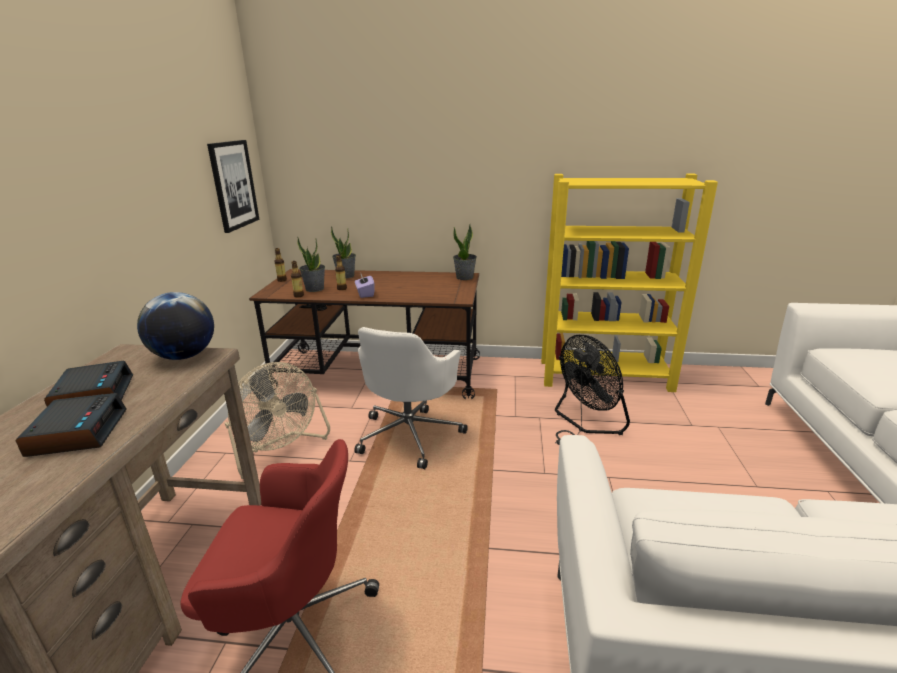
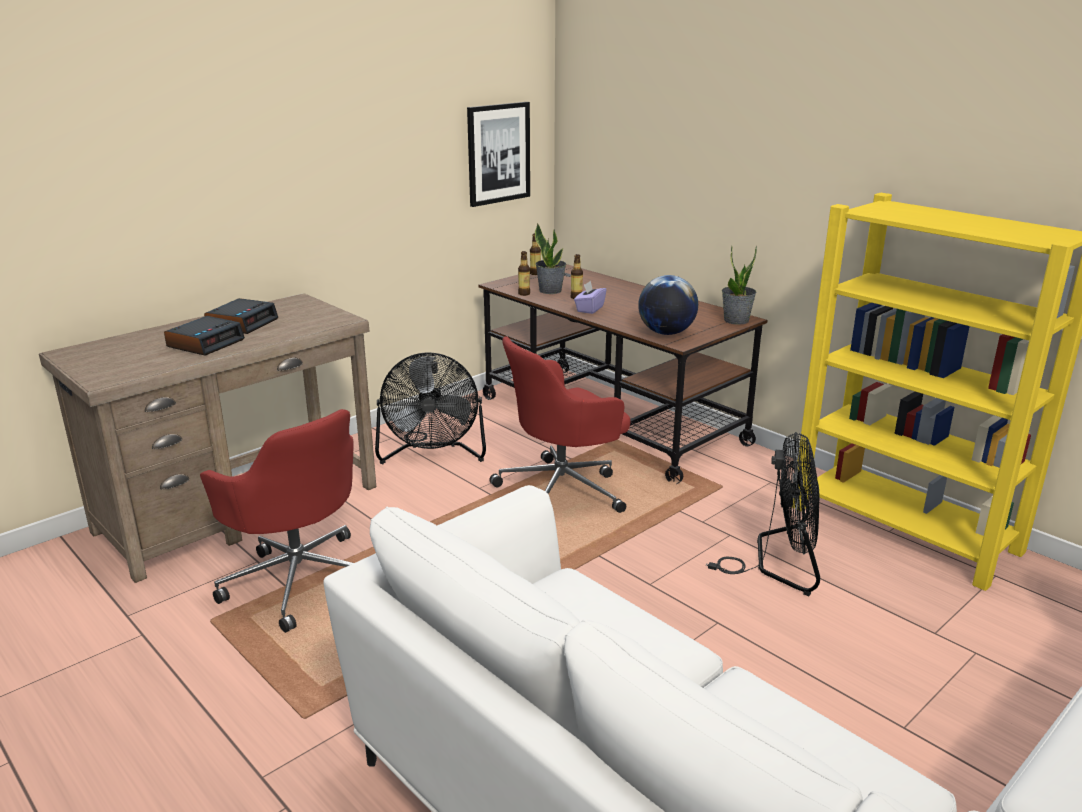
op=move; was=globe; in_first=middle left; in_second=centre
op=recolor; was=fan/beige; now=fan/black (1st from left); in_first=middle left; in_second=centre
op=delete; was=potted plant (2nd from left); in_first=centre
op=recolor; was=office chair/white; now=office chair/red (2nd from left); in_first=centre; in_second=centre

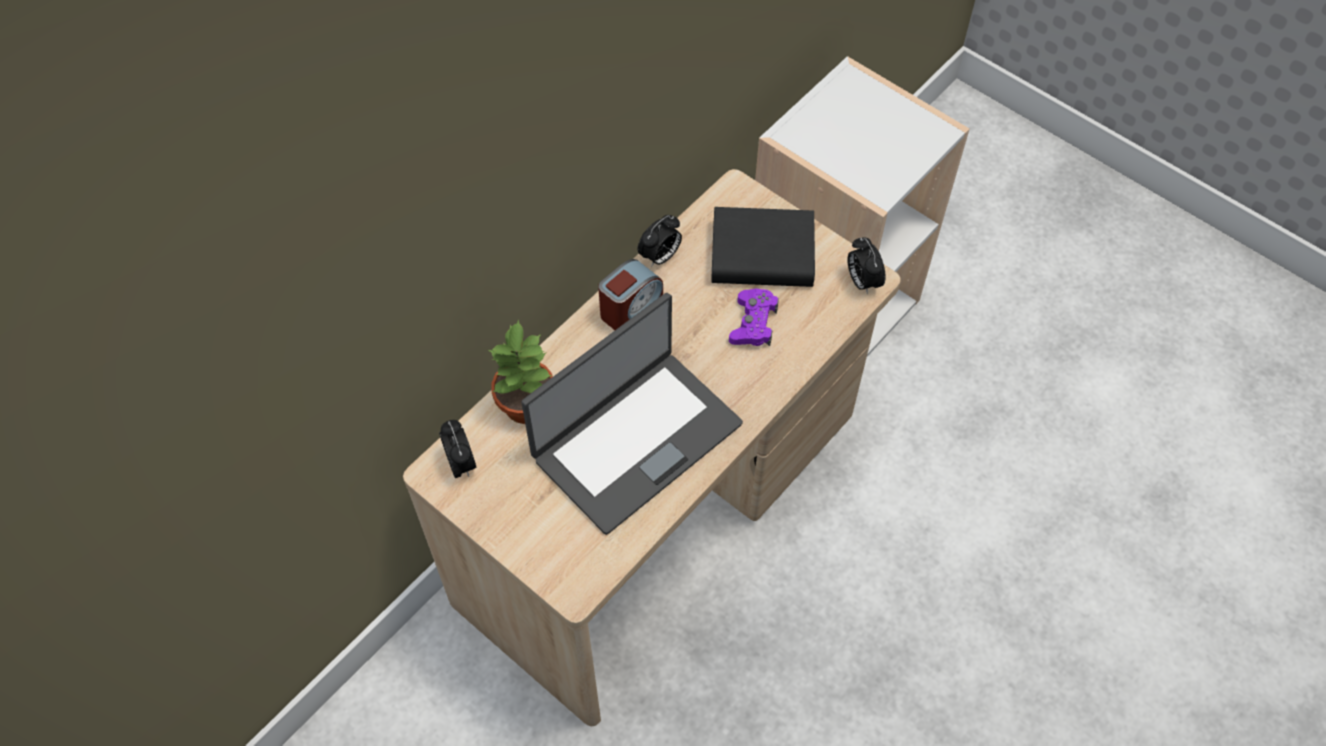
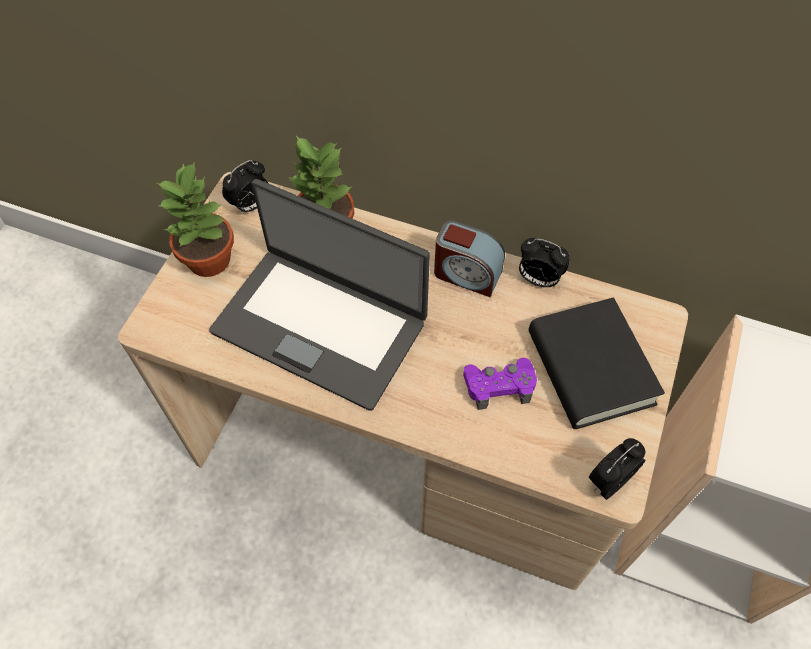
op=insert; now=potted plant (1st from left); in_second=middle left

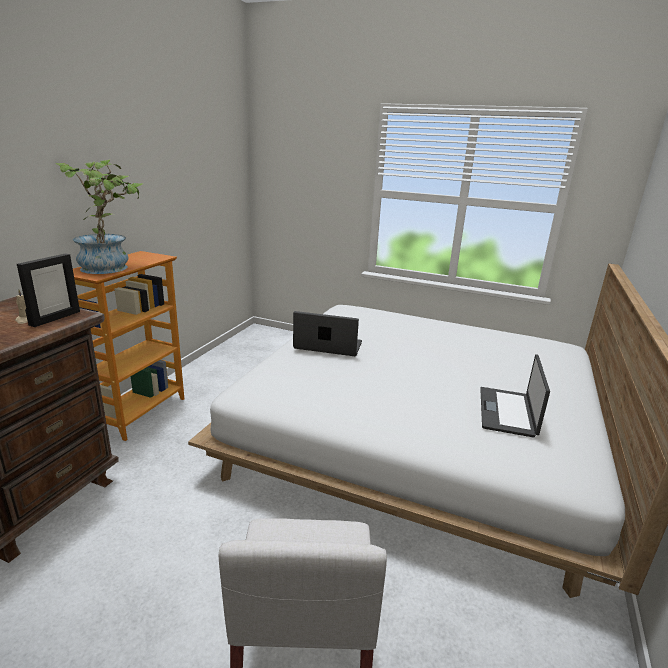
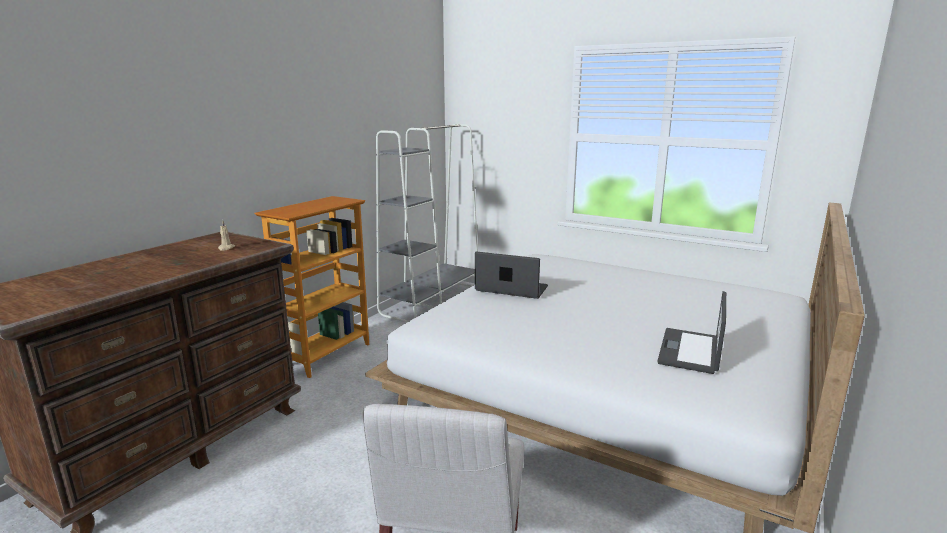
op=delete; was=picture frame; in_first=middle left
op=delete; was=potted plant; in_first=top left
op=insert; now=clothes rack/grey; in_second=centre

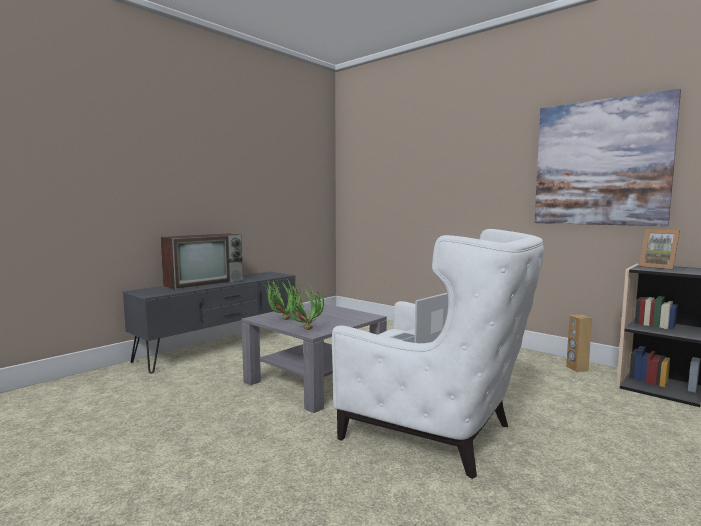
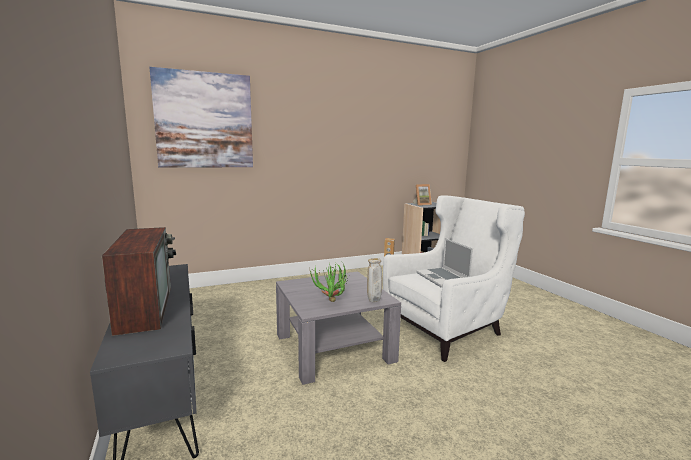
op=replace; was=potted plant (2nd from left); now=vase/beige; in_first=centre; in_second=centre
op=move; was=picture; in_first=top right; in_second=top left

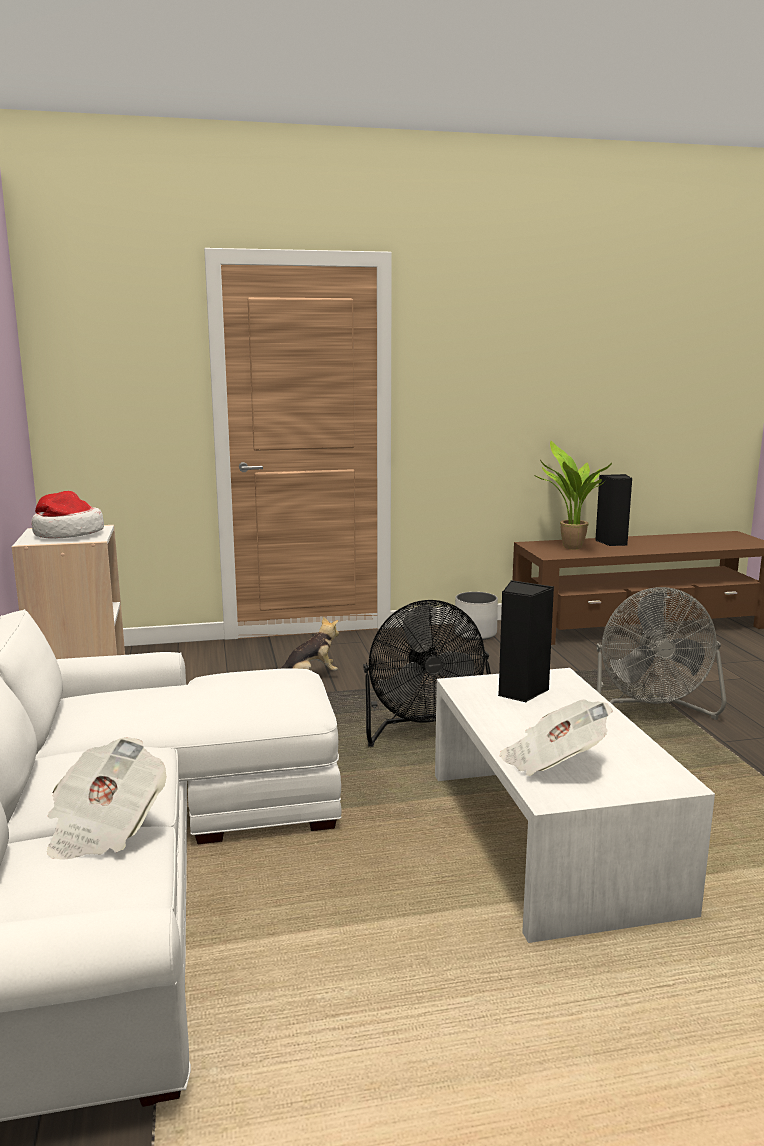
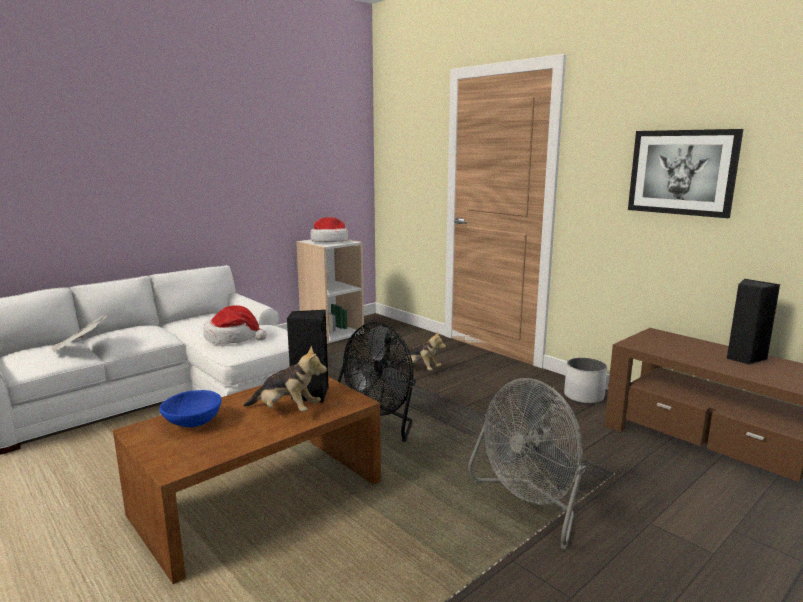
op=recolor; was=coffee table/white; now=coffee table/brown; in_first=bottom right; in_second=bottom left
op=replace; was=newspaper (2nd from left); now=bowl/blue; in_first=middle right; in_second=bottom left
op=delete; was=potted plant; in_first=middle right
op=insert; now=hat (1st from left); in_second=middle left
op=insert; now=plush toy (1st from left); in_second=centre
op=insert; now=picture; in_second=top right

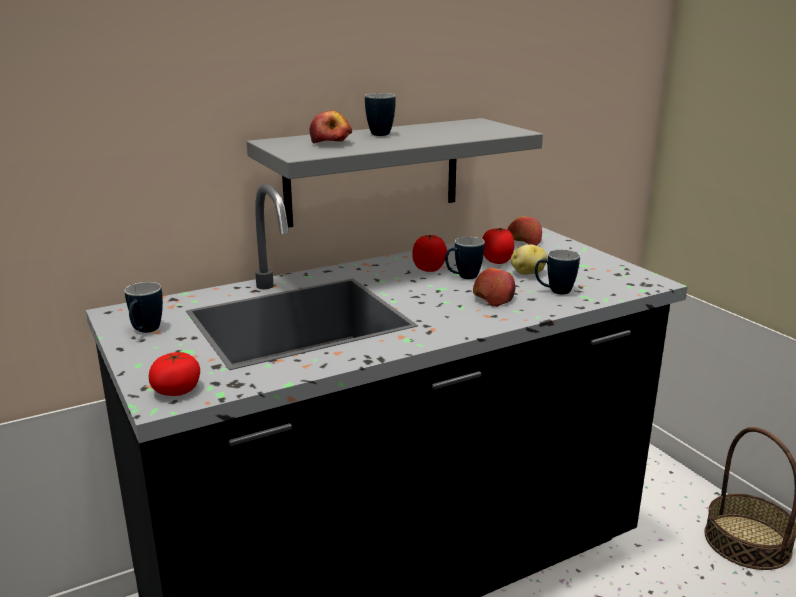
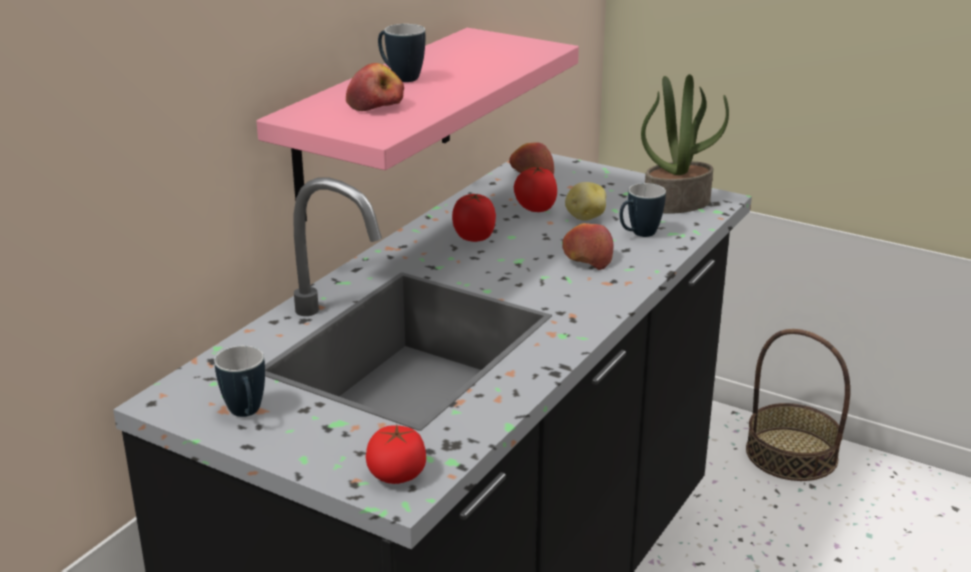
op=recolor; was=shelf/grey; now=shelf/pink; in_first=top centre; in_second=top centre
op=delete; was=mug (3rd from left); in_first=centre
op=insert; now=potted plant; in_second=top right

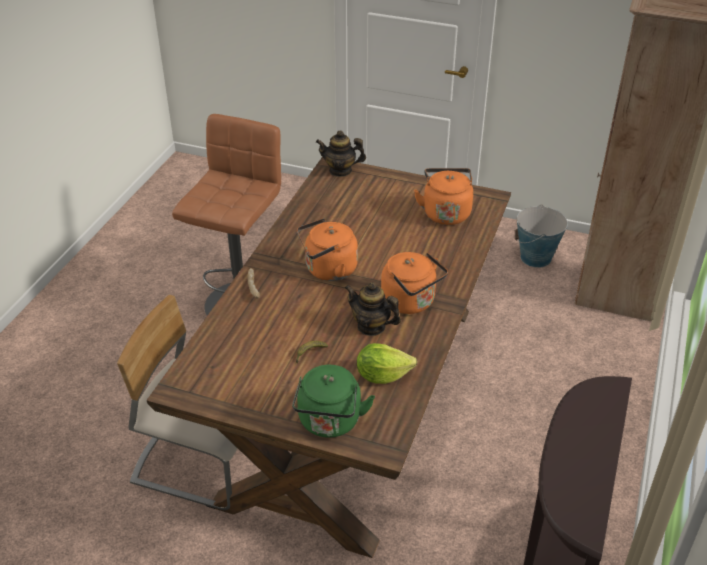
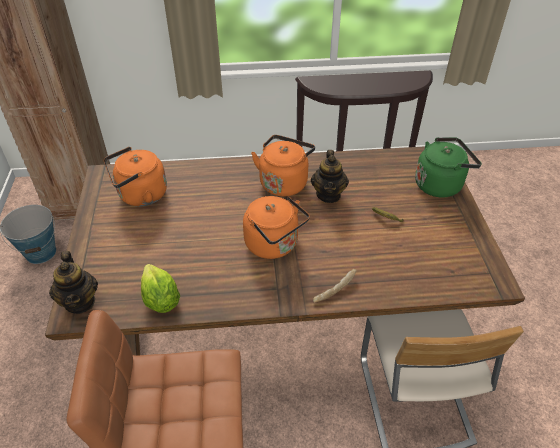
op=move; was=lettuce; in_first=centre; in_second=middle left

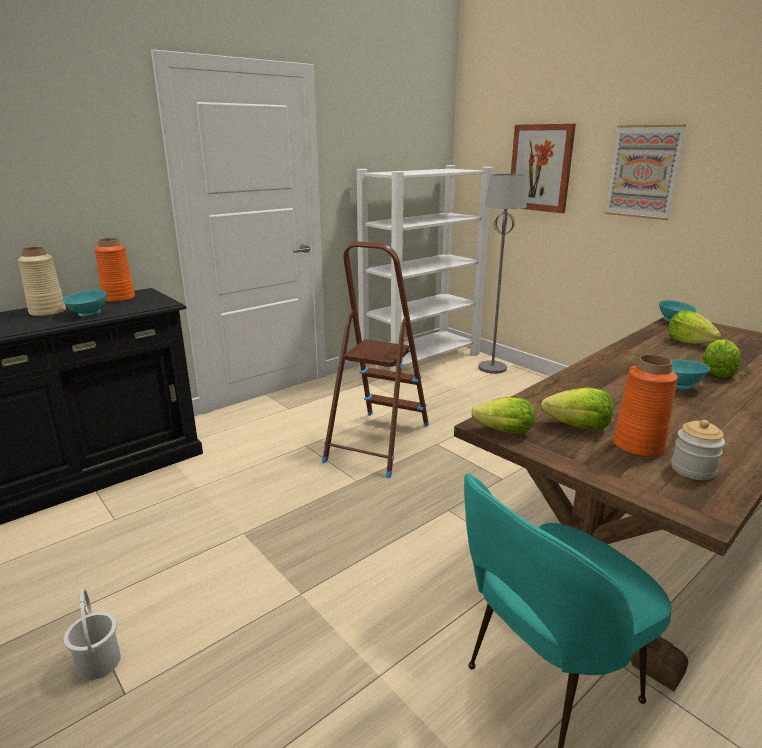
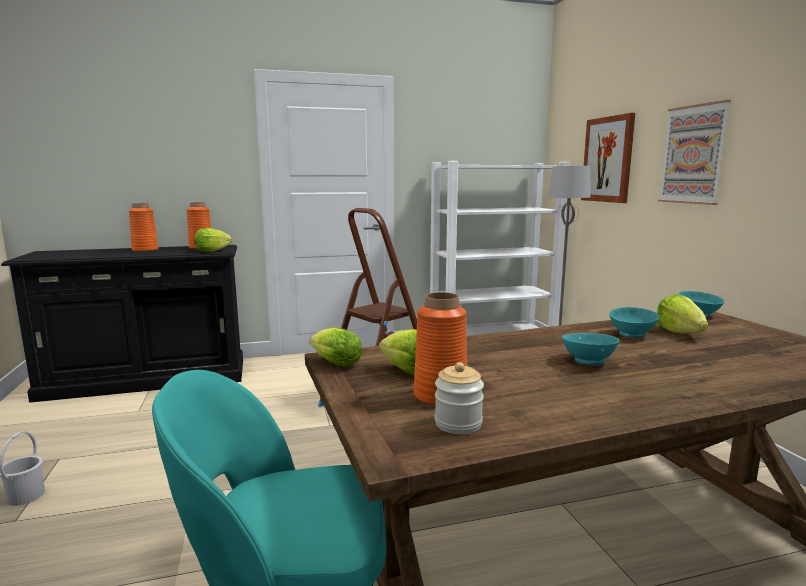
op=recolor; was=vase/beige; now=vase/orange (1st from left); in_first=middle left; in_second=middle left
op=move; was=bowl/turquoise (1st from left in the first image); now=bowl/turquoise (2nd from left); in_first=middle left; in_second=middle right
op=move; was=lettuce (4th from left in the first image); now=lettuce (1st from left); in_first=middle right; in_second=middle left

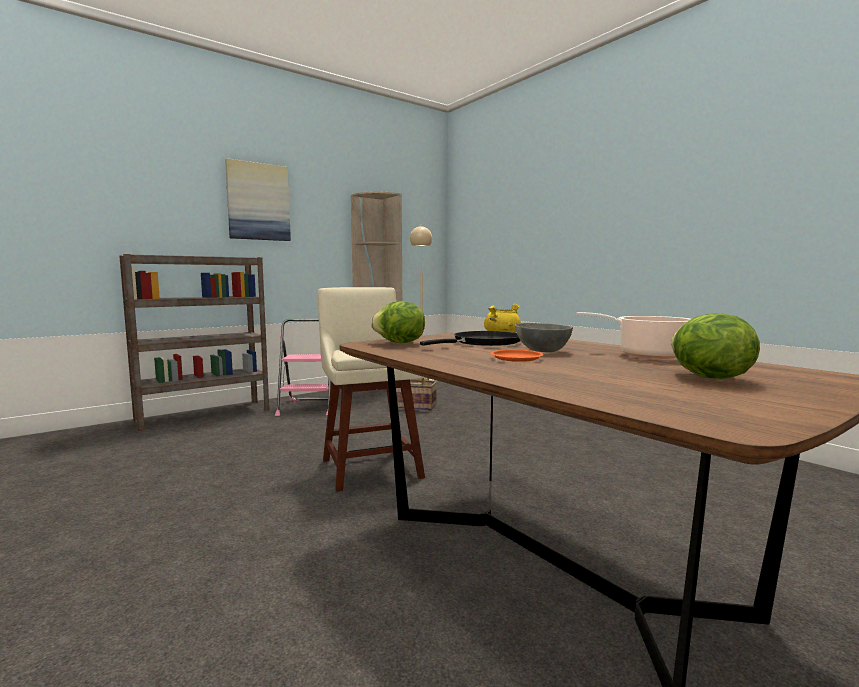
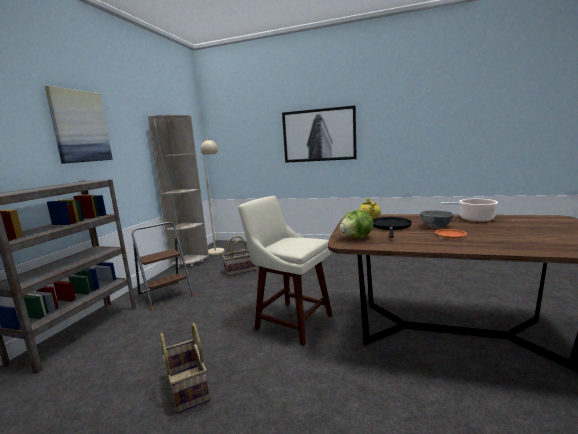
op=recolor; was=step ladder/pink; now=step ladder/brown; in_first=centre; in_second=middle left
op=delete; was=lettuce (2nd from left); in_first=middle right
op=insert; now=basket (1st from left); in_second=bottom left
op=insert; now=picture (2nd from left); in_second=top centre

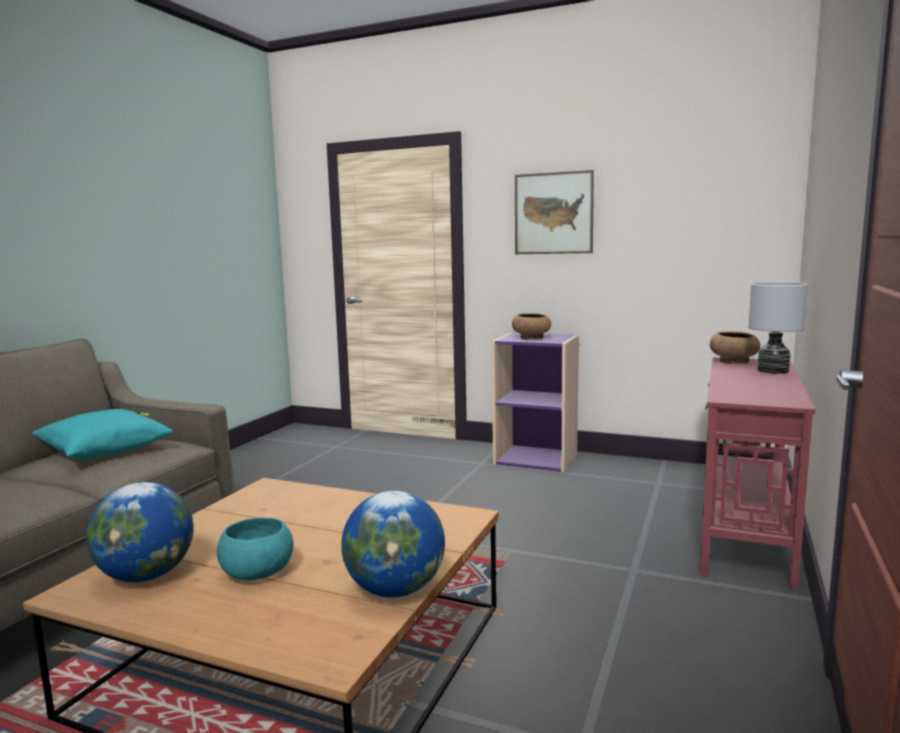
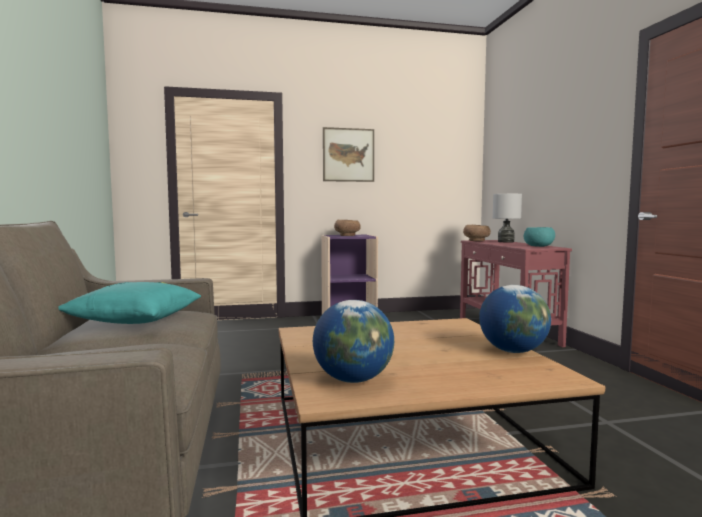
op=move; was=bowl/turquoise; in_first=bottom left; in_second=middle right

